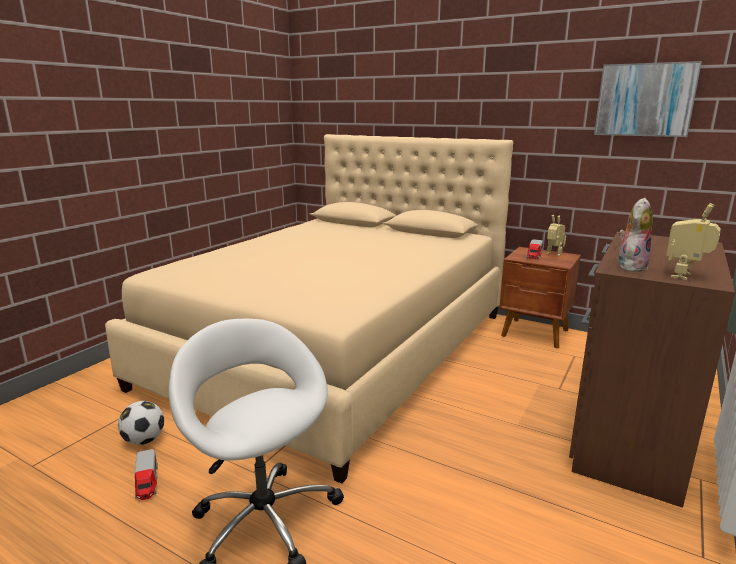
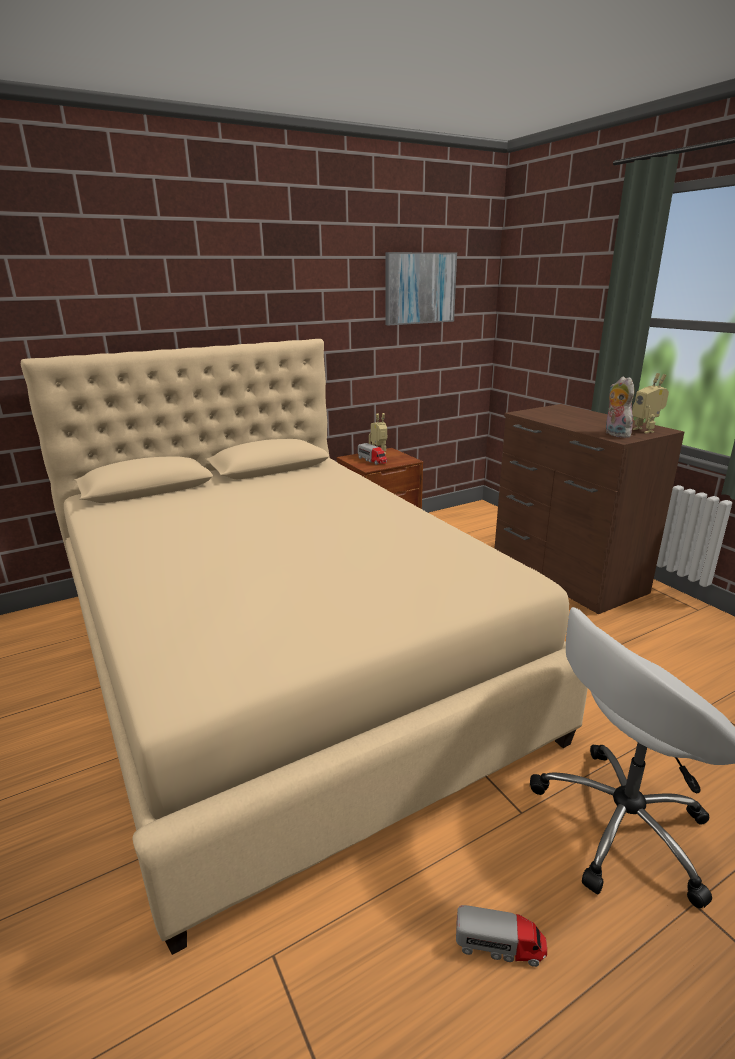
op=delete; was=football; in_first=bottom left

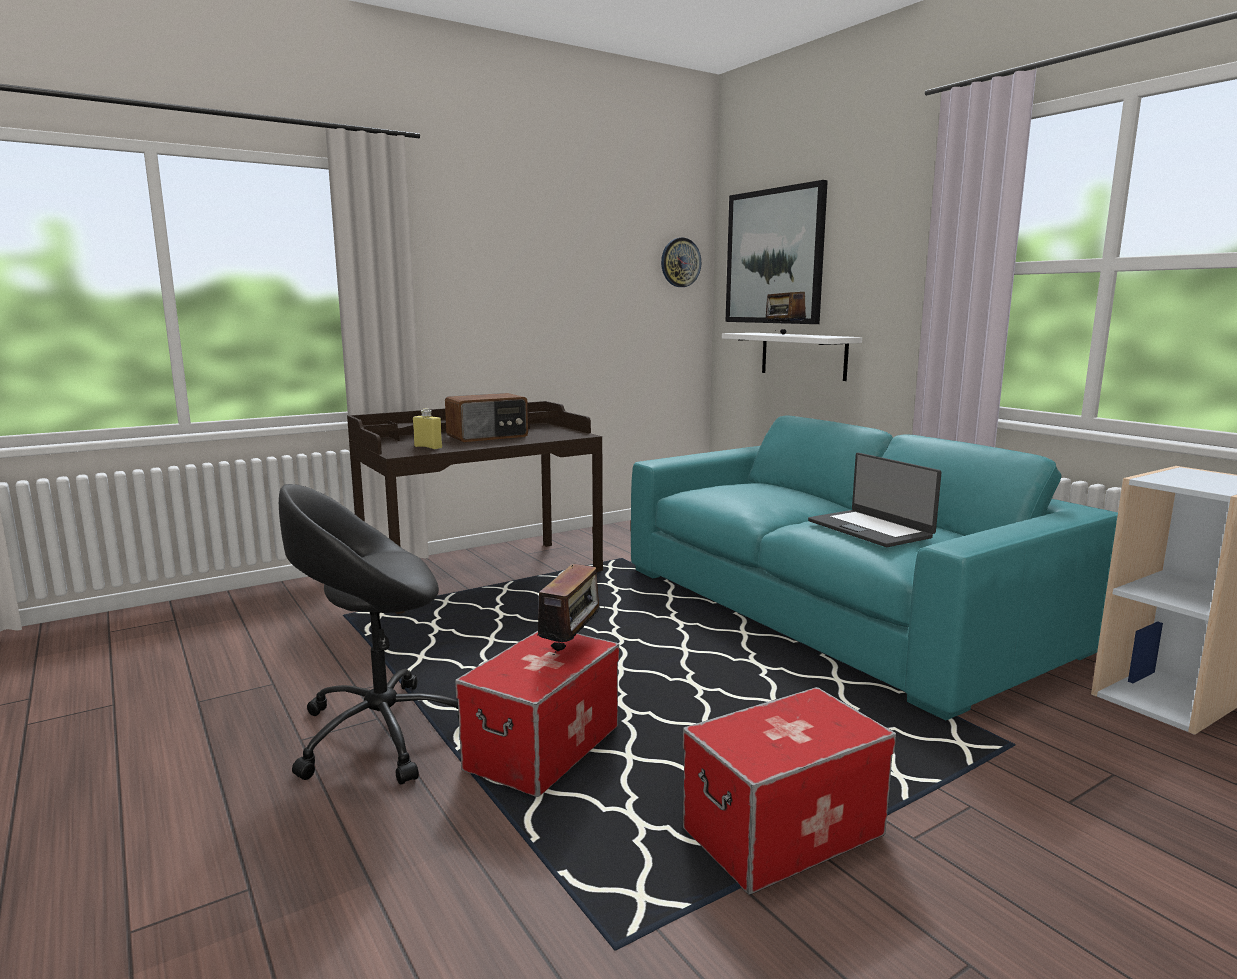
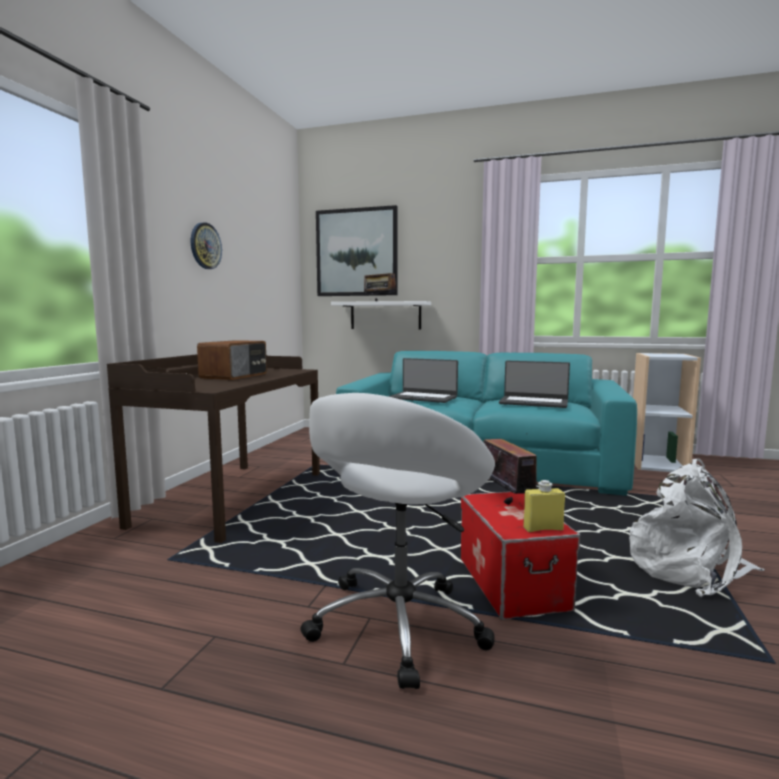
op=recolor; was=office chair/black; now=office chair/white; in_first=middle left; in_second=bottom centre
op=move; was=bottle/yellow; in_first=centre; in_second=middle right
op=move; was=wall clock; in_first=top centre; in_second=top left
op=replace; was=storage box (2nd from left); now=backpack/white; in_first=bottom centre; in_second=bottom right
op=insert; now=laptop (1st from left); in_second=centre

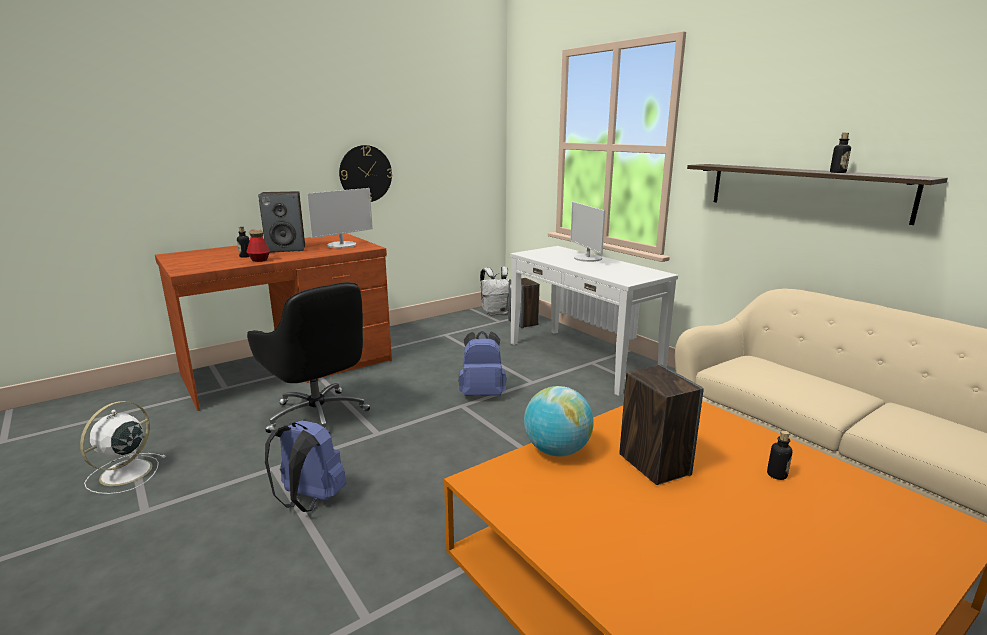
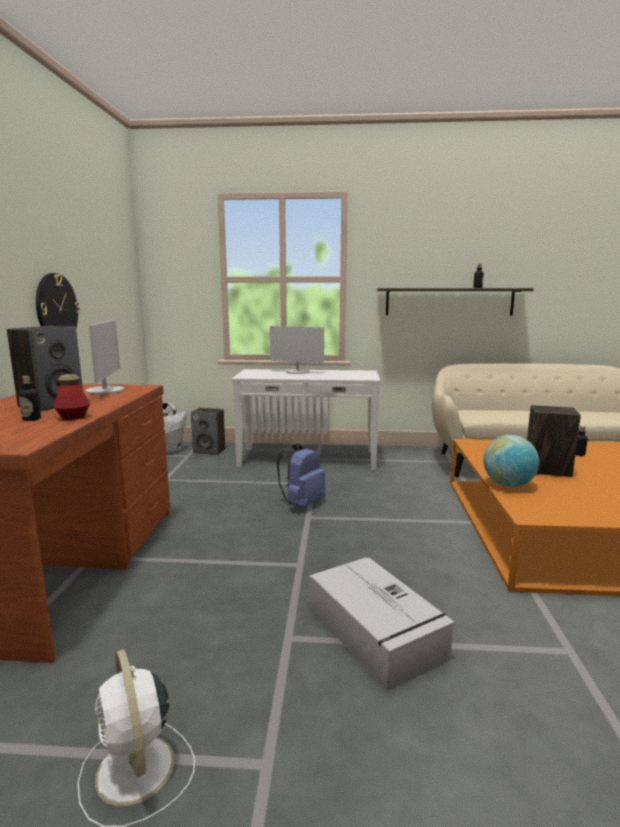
op=delete; was=office chair/black; in_first=middle left
op=replace; was=backpack/blue (1st from left); now=storage box/grey; in_first=bottom left; in_second=bottom centre

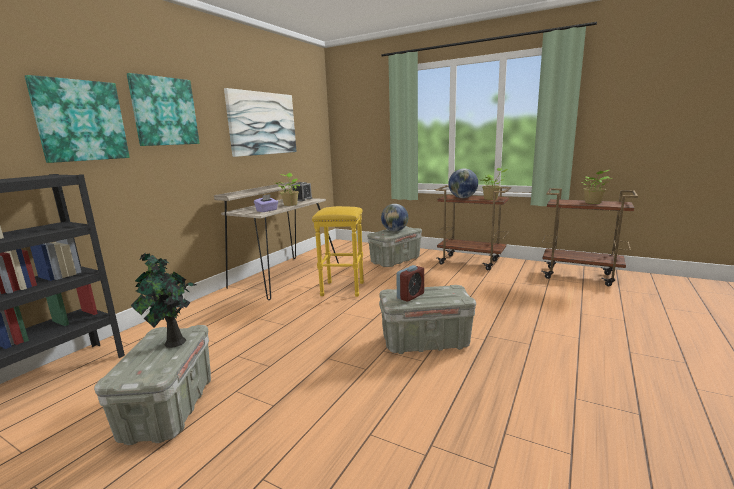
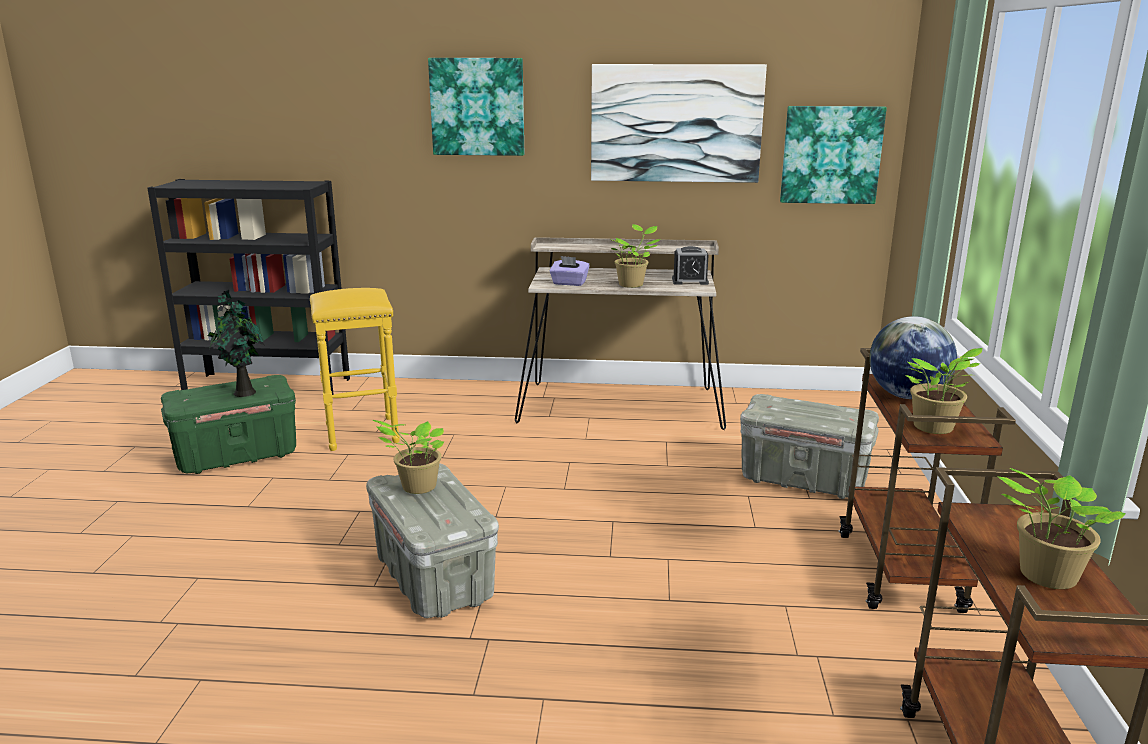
op=move; was=picture (1st from left in the first image); now=picture (3rd from left); in_first=top left; in_second=top right
op=recolor; was=storage box/grey (1st from left); now=storage box/green; in_first=bottom left; in_second=middle left
op=move; was=stool/yellow; in_first=centre; in_second=middle left
op=delete; was=globe (1st from left); in_first=centre
op=replace; was=alarm clock (2nd from left); now=potted plant (2nd from left); in_first=centre; in_second=centre

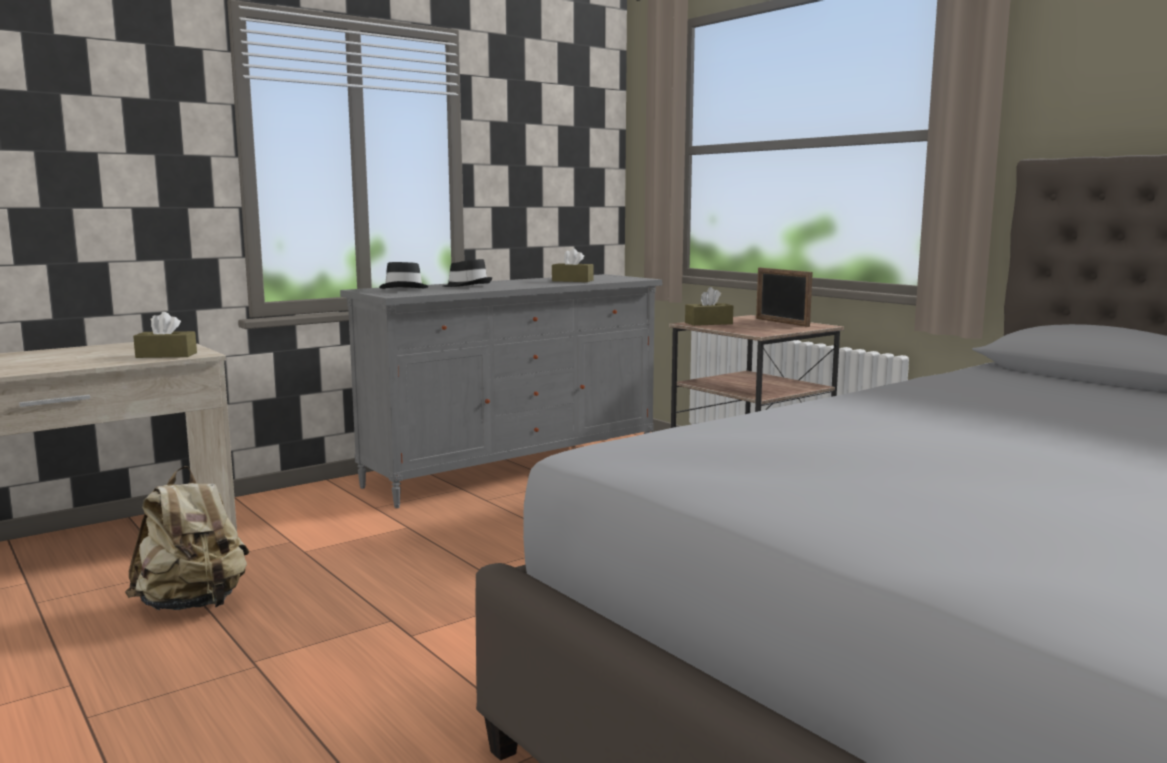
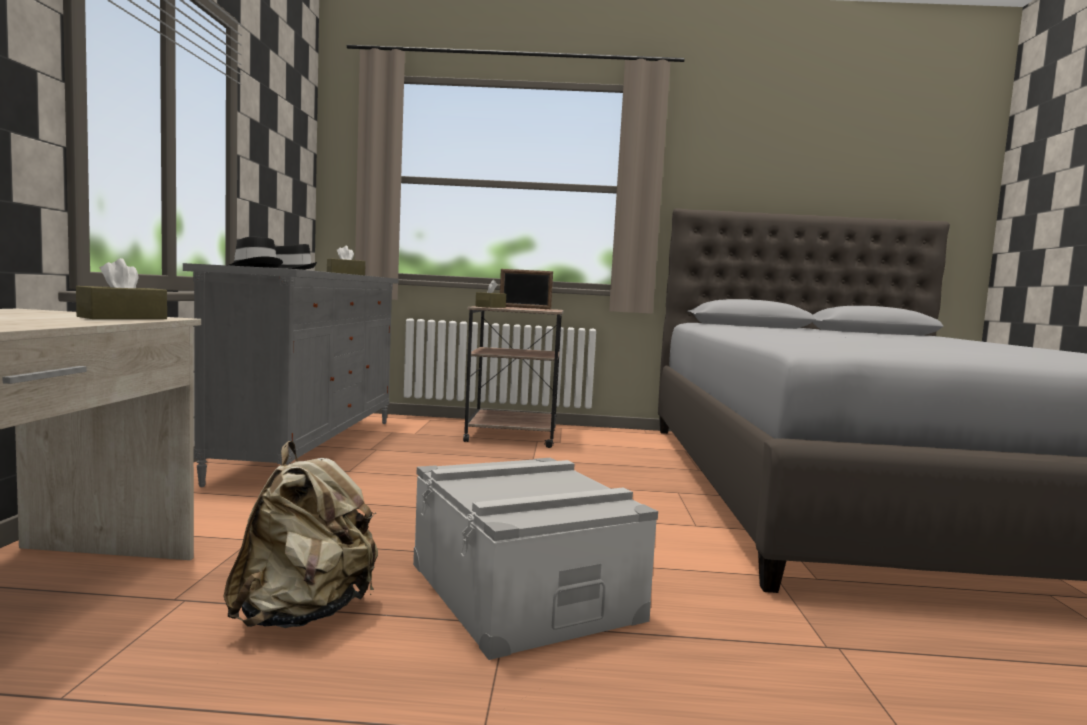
op=insert; now=storage box/grey; in_second=bottom centre

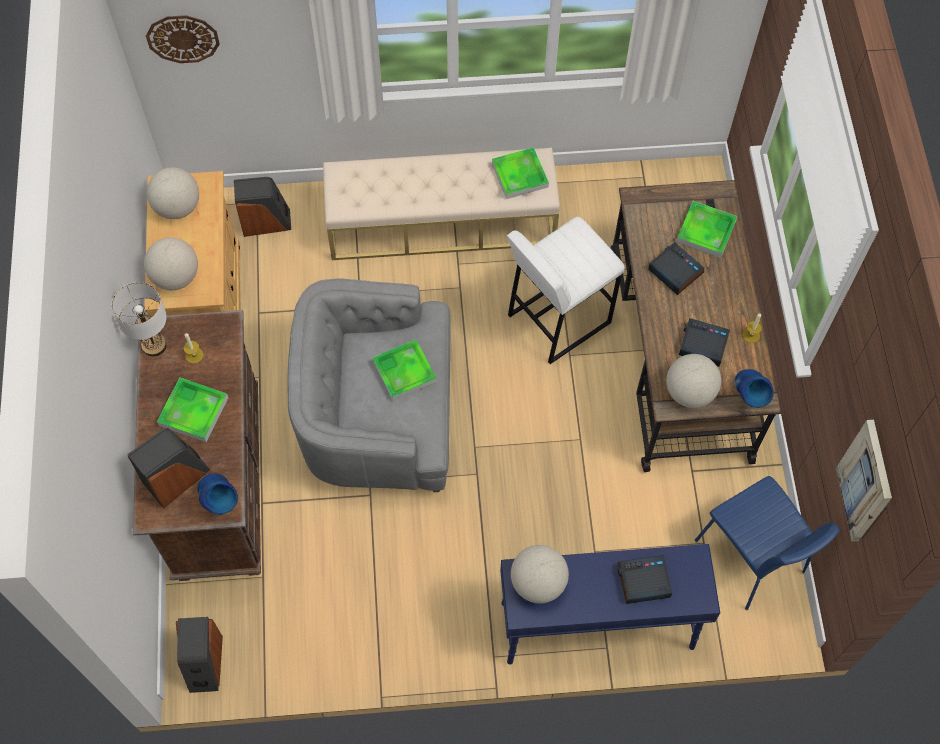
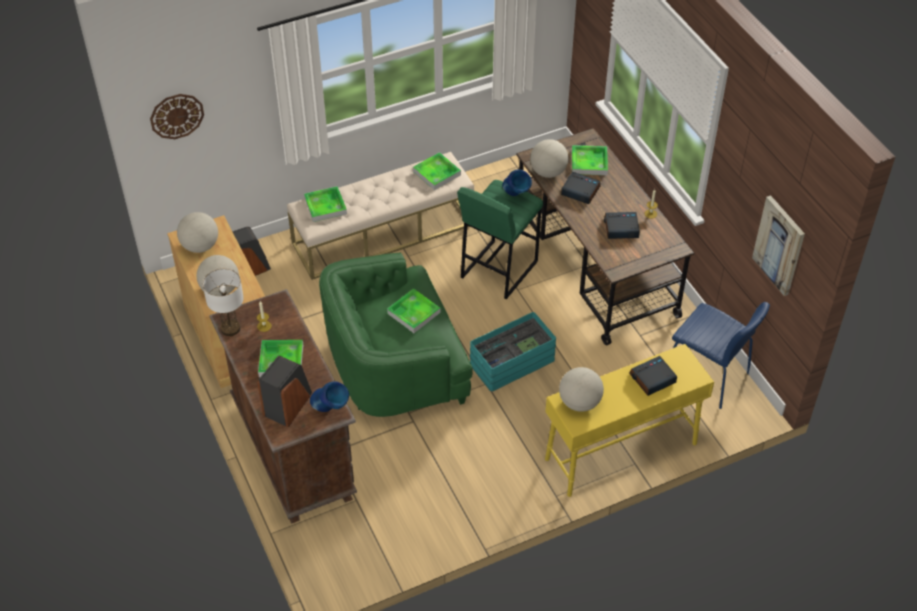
op=delete; was=speaker (2nd from left); in_first=bottom left
op=recolor; was=armchair/grey; now=armchair/green; in_first=centre; in_second=centre
op=recolor; was=console table/blue; now=console table/yellow; in_first=bottom centre; in_second=bottom right
op=recolor; was=stool/white; now=stool/green; in_first=centre; in_second=centre
op=move; was=globe (4th from left in the first image); now=globe (3rd from left); in_first=middle right; in_second=top centre
op=move; was=vase/blue (2nd from left); in_first=middle right; in_second=top centre
op=insert; now=tray (2nd from left); in_second=centre
op=insert; now=storage box/turquoise; in_second=centre

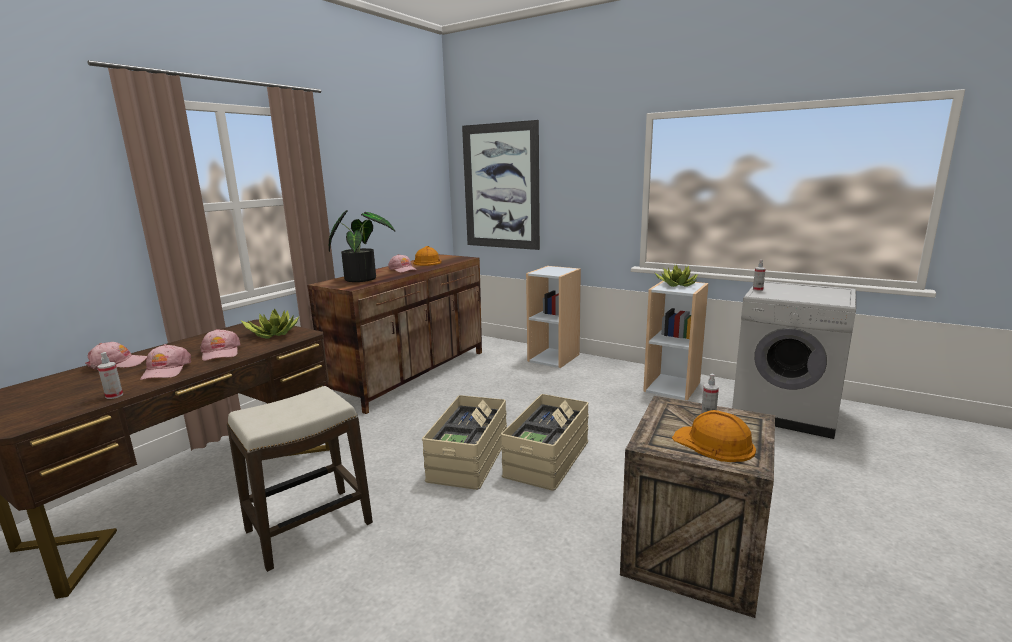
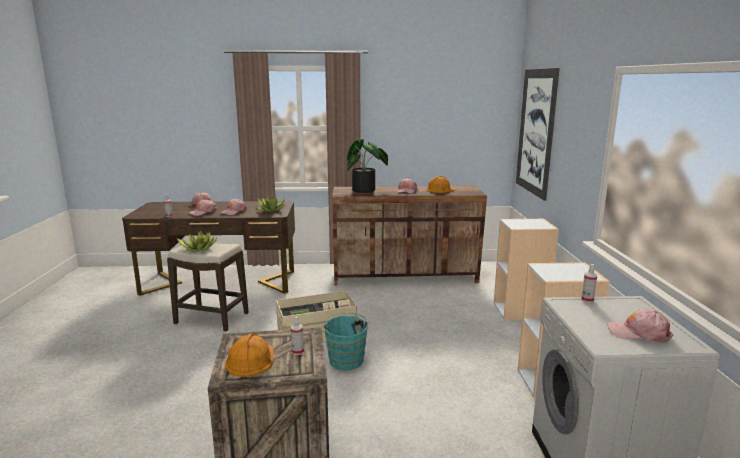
op=replace; was=storage box/beige (2nd from left); now=bucket/turquoise; in_first=bottom centre; in_second=bottom centre
op=move; was=potted plant (3rd from left in the first image); now=potted plant (1st from left); in_first=middle right; in_second=middle left
op=insert; now=cap/pink (5th from left); in_second=bottom right

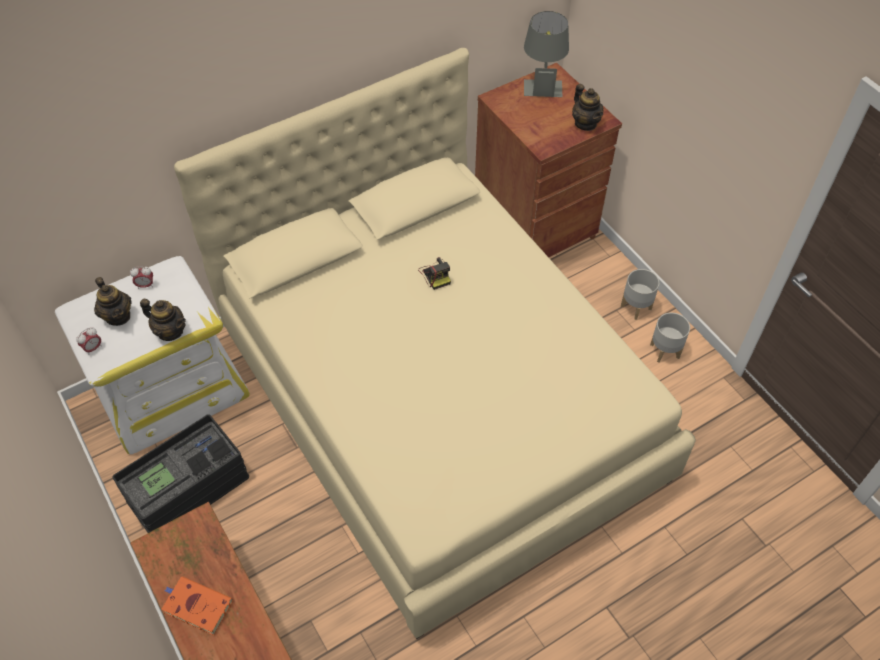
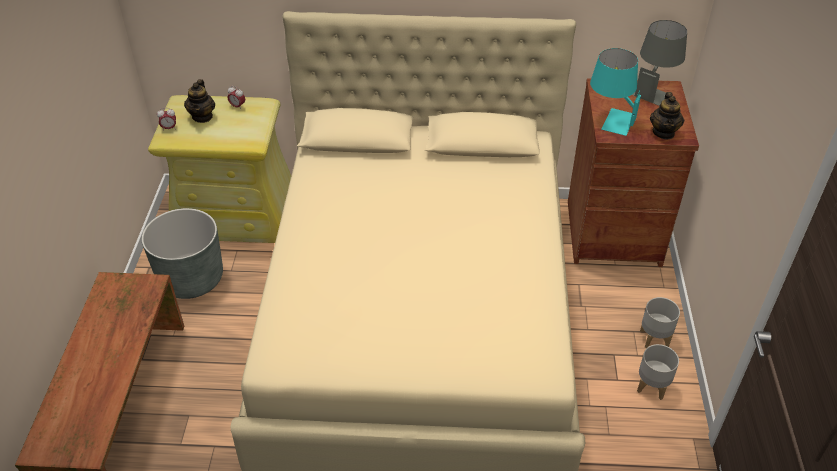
op=recolor; was=nightstand/white; now=nightstand/yellow; in_first=middle left; in_second=middle left
op=replace; was=storage box/black; now=planter/grey (1st from left); in_first=bottom left; in_second=middle left
op=delete; was=teapot (2nd from left); in_first=middle left
op=delete; was=book/orange; in_first=bottom left
op=delete; was=photo camera; in_first=centre
op=insert; now=table lamp/turquoise; in_second=top right

